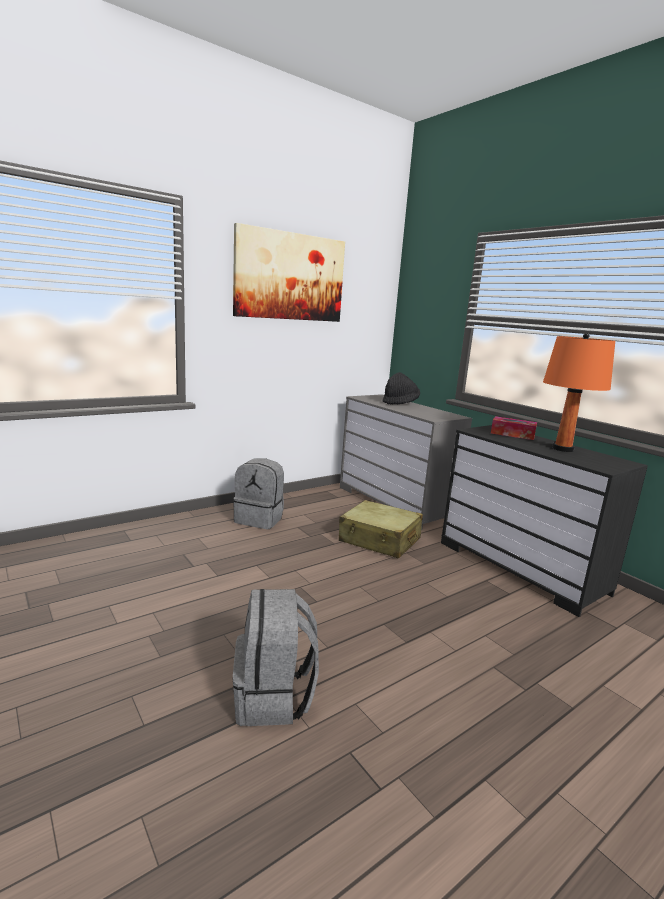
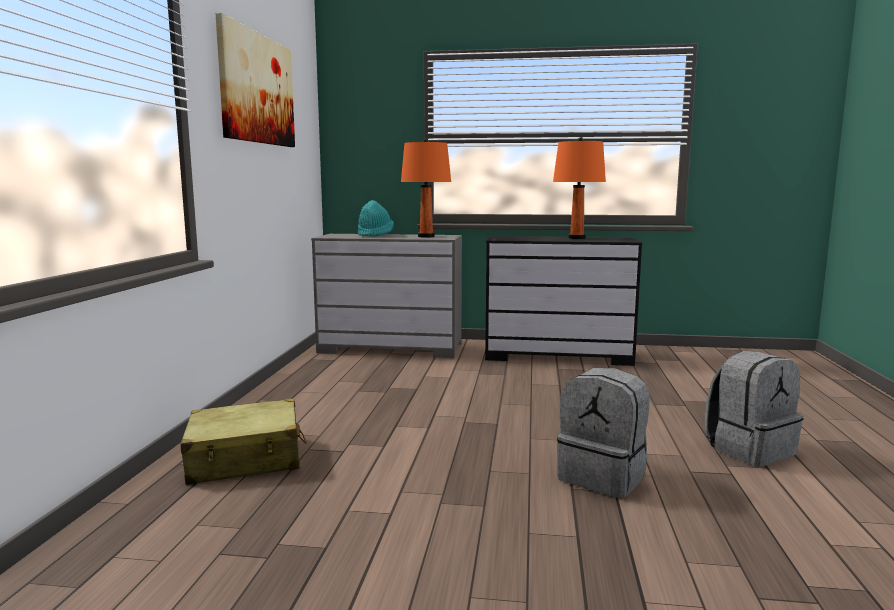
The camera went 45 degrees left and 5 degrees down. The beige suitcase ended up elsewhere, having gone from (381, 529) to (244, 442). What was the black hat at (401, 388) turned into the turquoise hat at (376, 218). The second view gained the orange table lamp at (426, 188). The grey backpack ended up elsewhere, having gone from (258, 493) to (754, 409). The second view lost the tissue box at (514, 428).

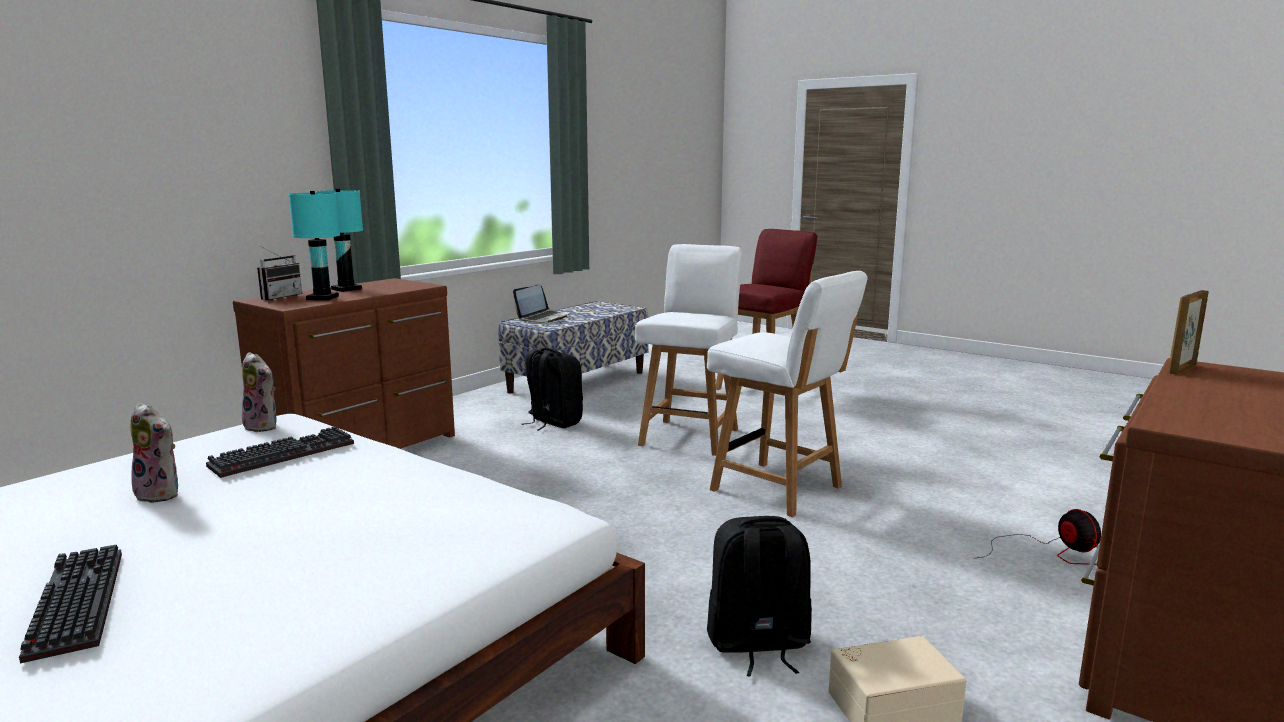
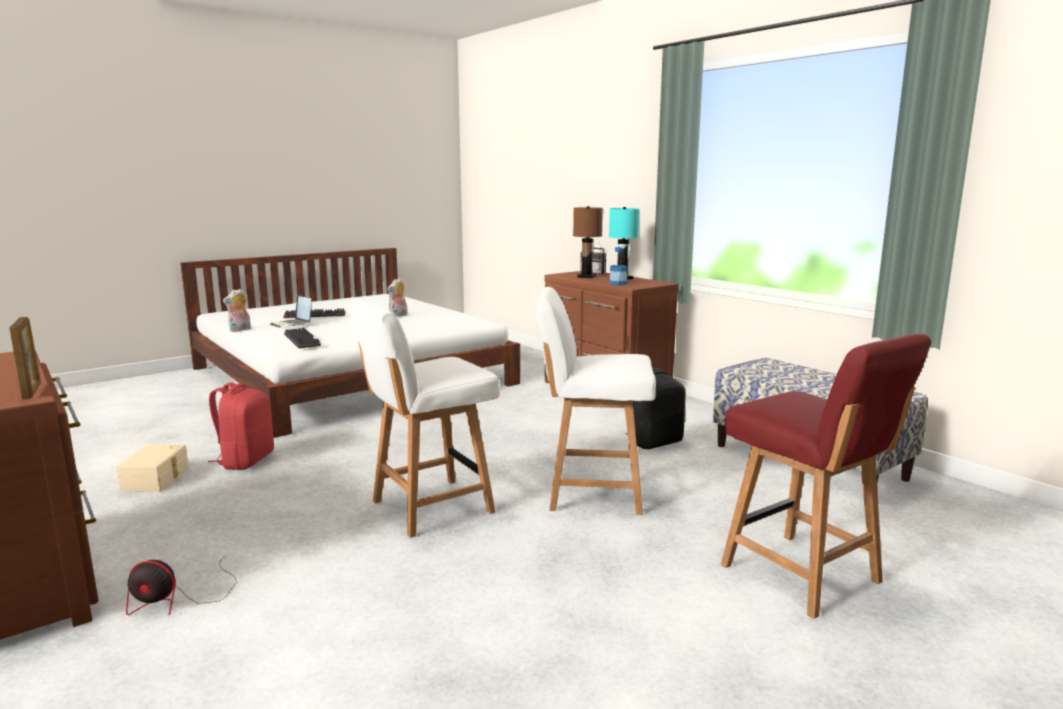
The camera went 105 degrees right and 0 degrees up. What was the black backpack at (759, 596) turned into the red backpack at (241, 426). The plush toy ended up elsewhere, having gone from (260, 392) to (237, 310). The laptop ended up elsewhere, having gone from (541, 304) to (291, 310). The keyboard ended up elsewhere, having gone from (280, 452) to (302, 338). The white chair at (688, 350) ended up facing another way, 150 degrees clockwise from before. What was the turquoise table lamp at (314, 245) turned into the brown table lamp at (588, 242). The second view gained the bottle at (618, 266).

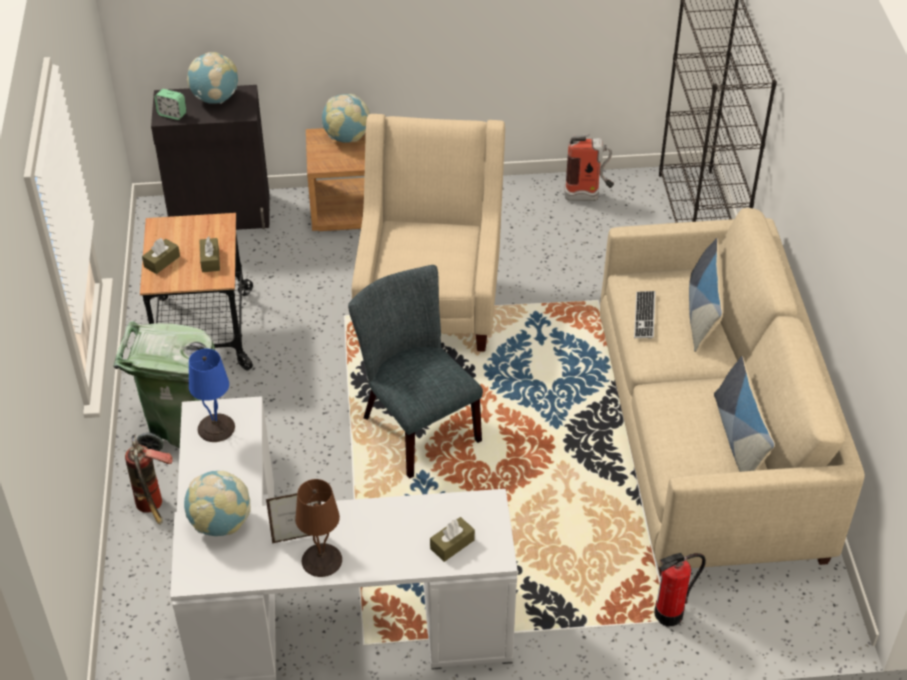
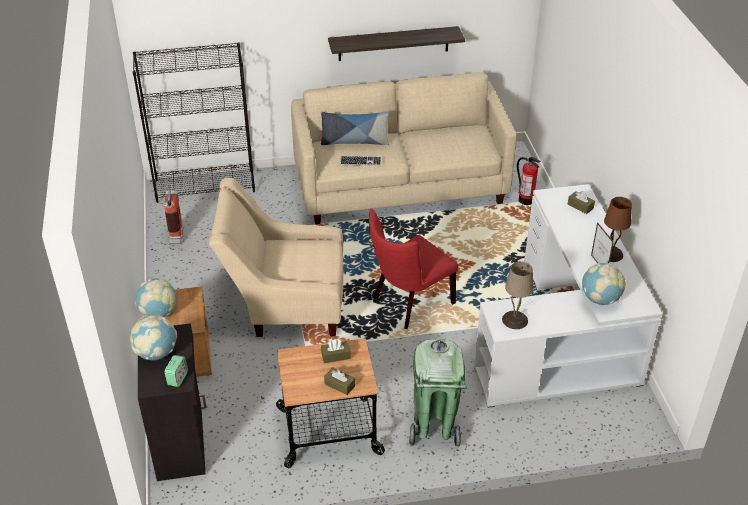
The camera went 95 degrees left and 5 degrees down. The second view gained the shelf at (396, 43). What was the grey chair at (415, 372) turned into the red chair at (413, 268). What was the blue table lamp at (212, 395) turned into the beige table lamp at (517, 295). The second view lost the fire extinguisher at (148, 480). The second view lost the pillow at (744, 414).

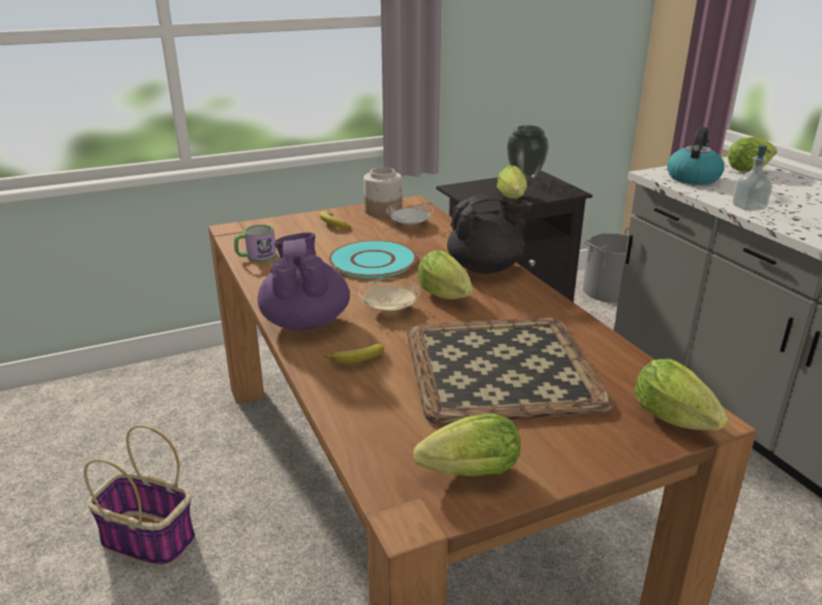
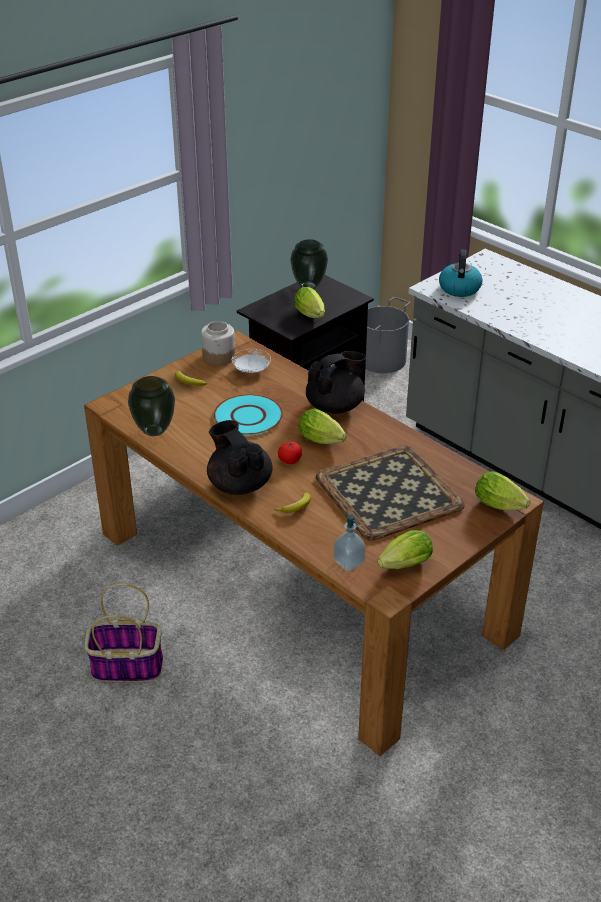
The camera went 20 degrees left and 10 degrees up. Where the mug stood at (255, 243), the vase came to stand at (151, 406). What was the purple teapot at (304, 281) turned into the black teapot at (240, 457). Where the beige plate stood at (389, 294), the tomato came to stand at (290, 452). The soap dispenser ended up elsewhere, having gone from (752, 178) to (350, 542). The second view lost the lettuce at (752, 154).

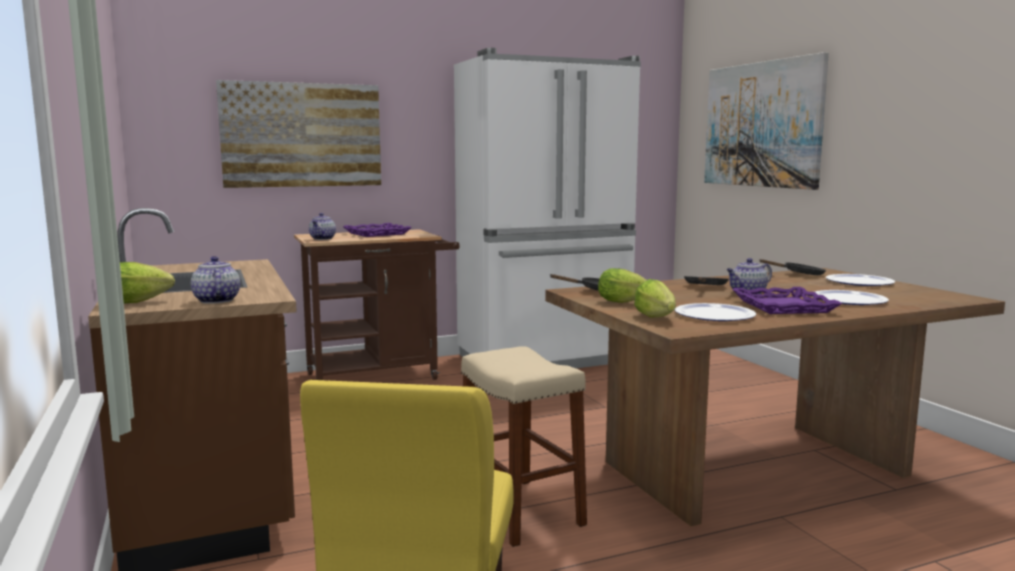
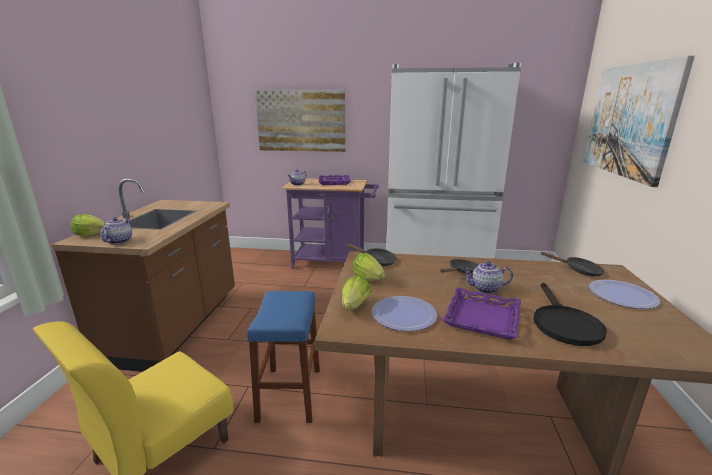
The camera went 30 degrees right and 10 degrees up. What was the beige stool at (524, 446) turned into the blue stool at (283, 357). What was the brown cart at (377, 304) turned into the purple cart at (330, 223). Where the plate stood at (850, 297), the black frying pan came to stand at (570, 314).

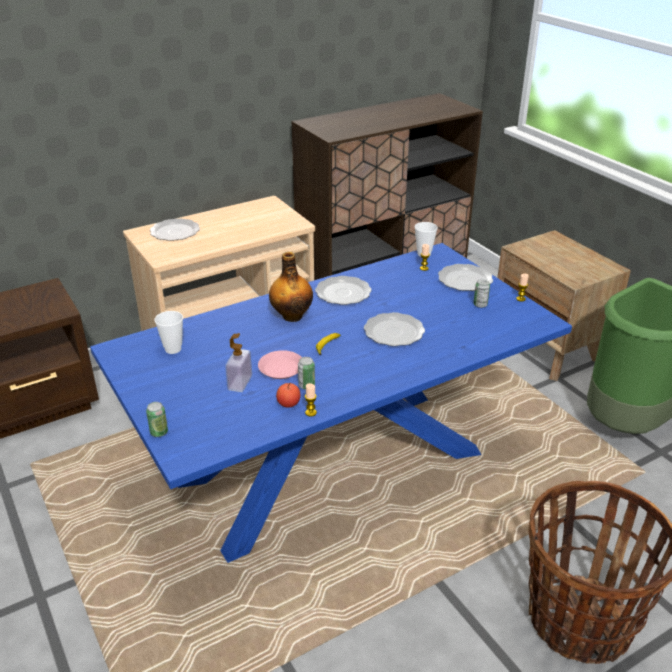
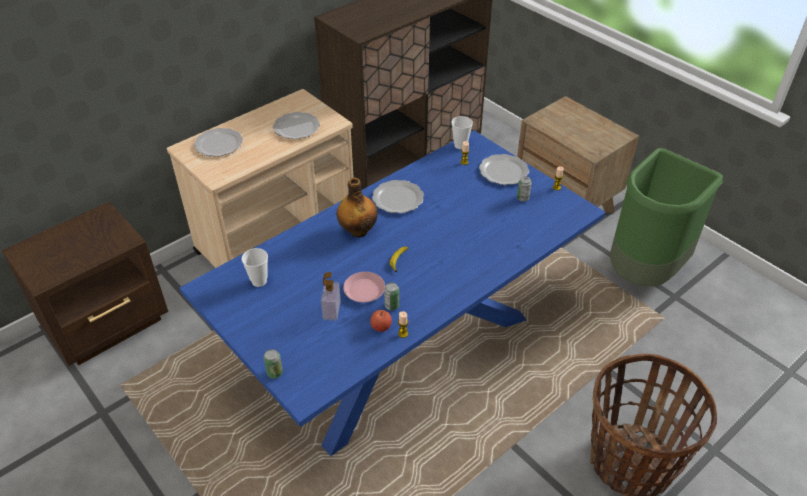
The camera went 10 degrees left and 10 degrees up. The plate ended up elsewhere, having gone from (394, 329) to (296, 125).

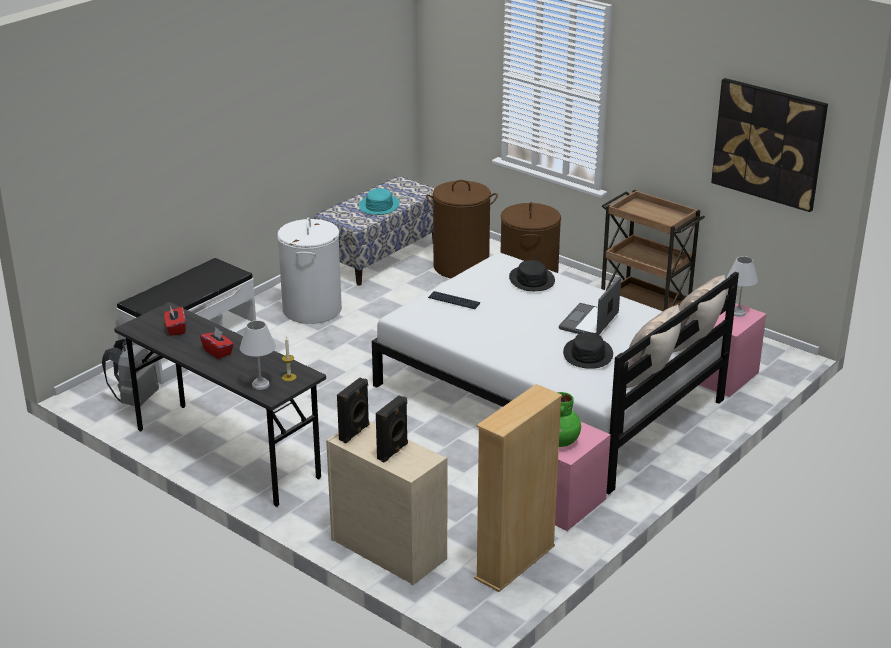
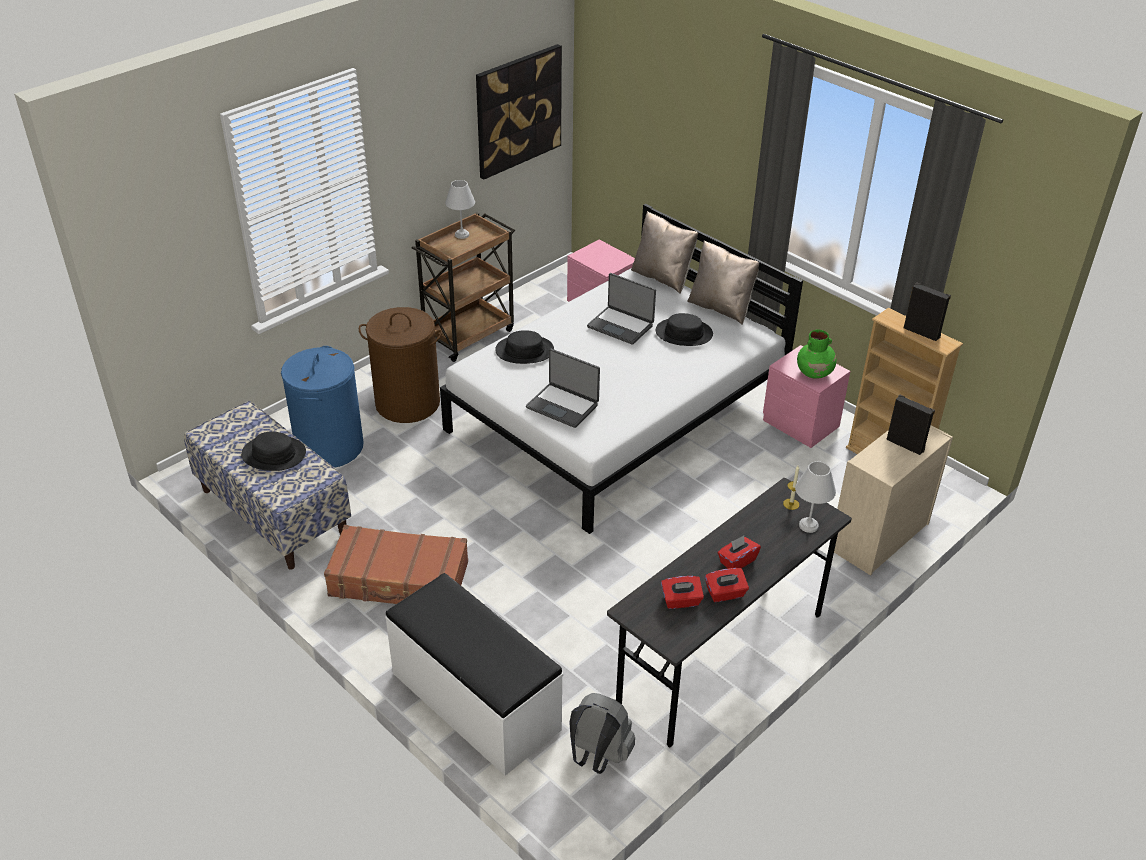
The camera went 85 degrees left and 10 degrees up. What was the turquoise hat at (379, 201) turned into the black hat at (273, 451). What was the brown laundry basket at (462, 229) turned into the blue laundry basket at (322, 407). Where the white laundry basket stood at (309, 271), the brown suitcase came to stand at (396, 564). The white table lamp ended up elsewhere, having gone from (742, 286) to (460, 209). Where the keyboard stood at (454, 300), the laptop came to stand at (563, 388). The second view gained the red tissue box at (727, 585). The black speaker ended up elsewhere, having gone from (353, 410) to (927, 311).

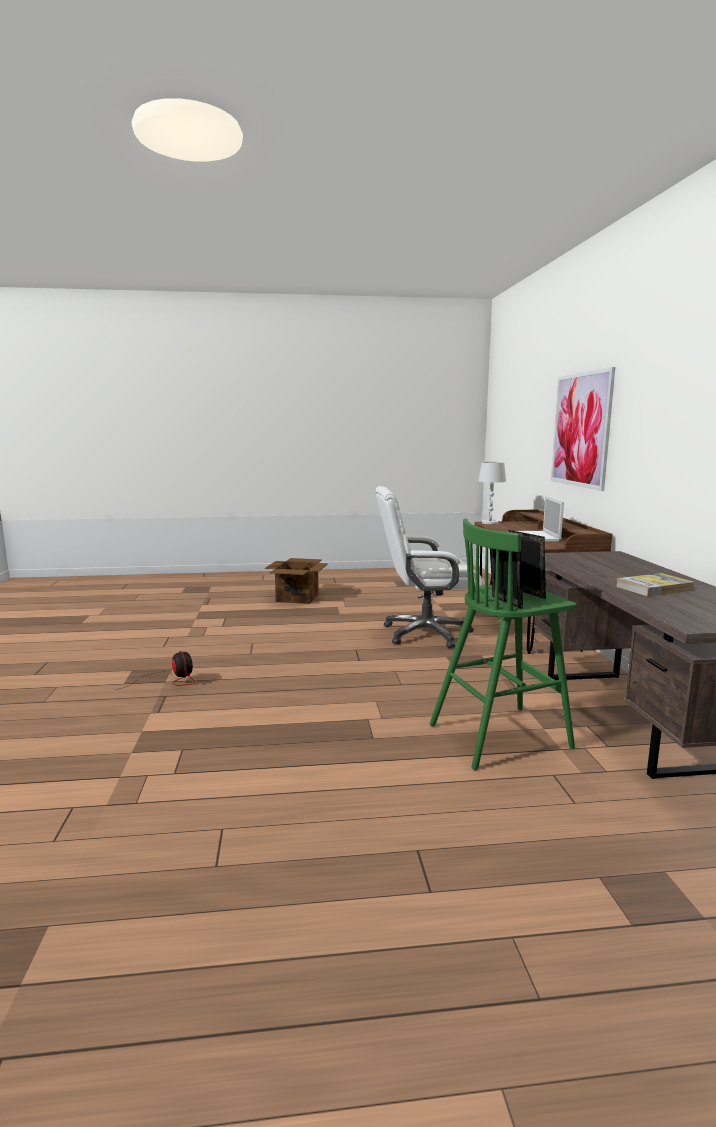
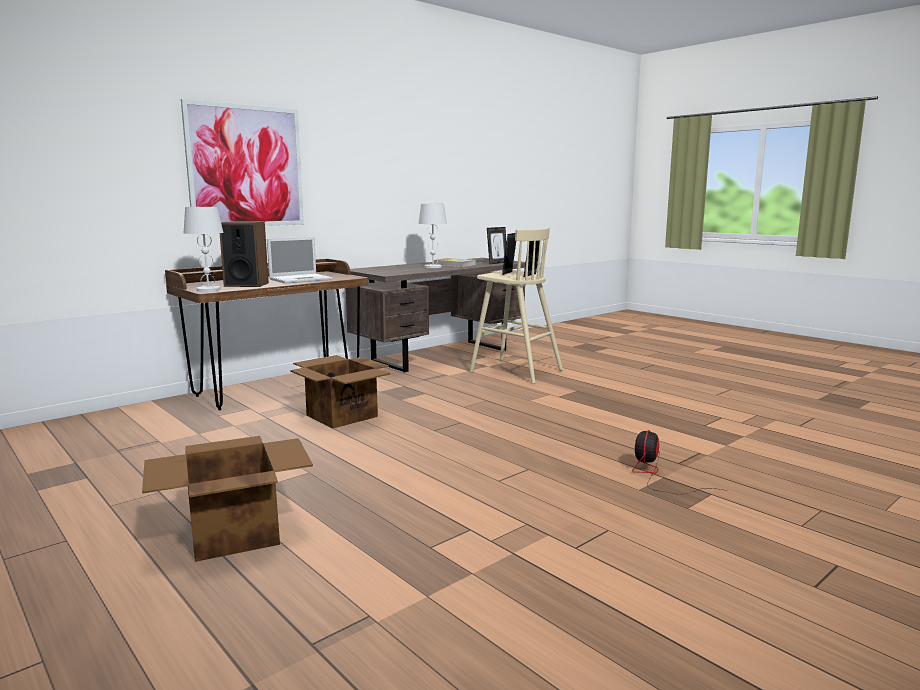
The camera went 125 degrees left and 0 degrees up. The second view gained the speaker at (244, 254). Where the white office chair stood at (429, 567), the cardboard box came to stand at (340, 392). The second view gained the white table lamp at (432, 236). What was the green stool at (503, 644) turned into the beige stool at (516, 305). The second view gained the picture frame at (496, 245).

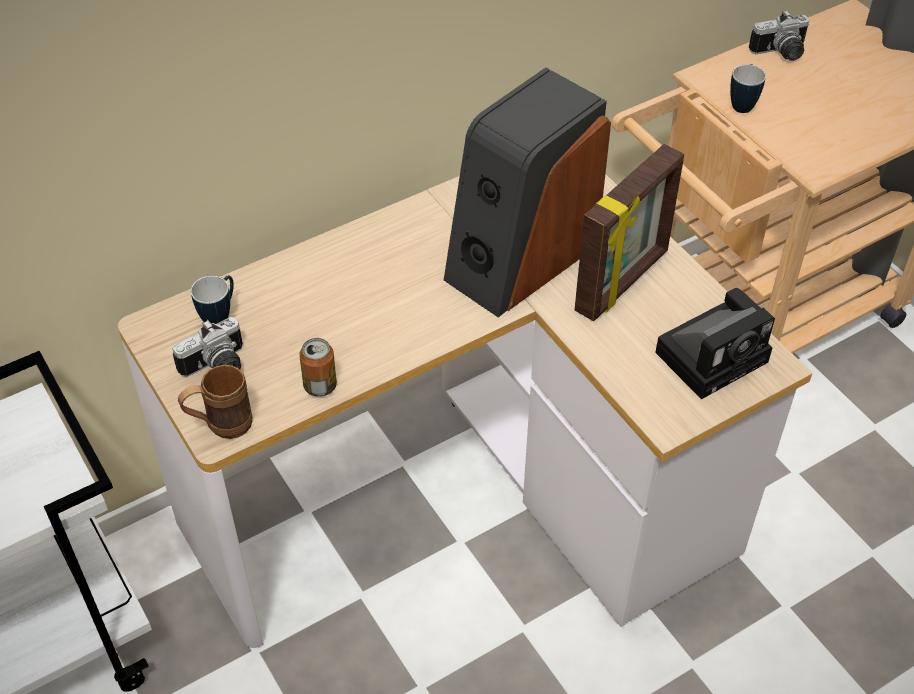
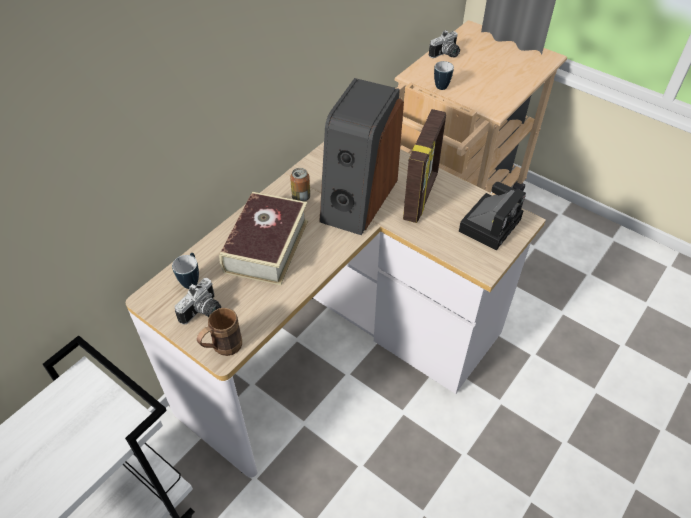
The camera went 20 degrees left and 0 degrees up. The second view gained the book at (263, 238). The can ended up elsewhere, having gone from (318, 367) to (300, 185).

